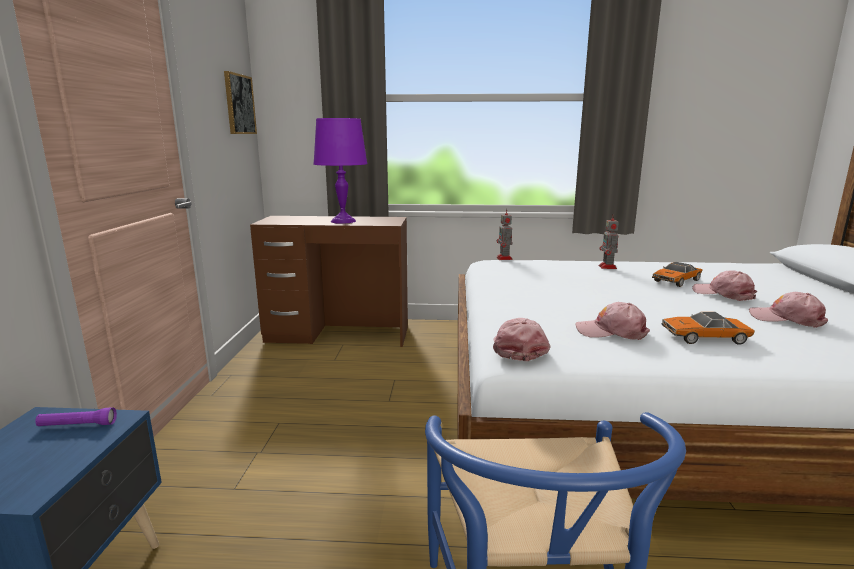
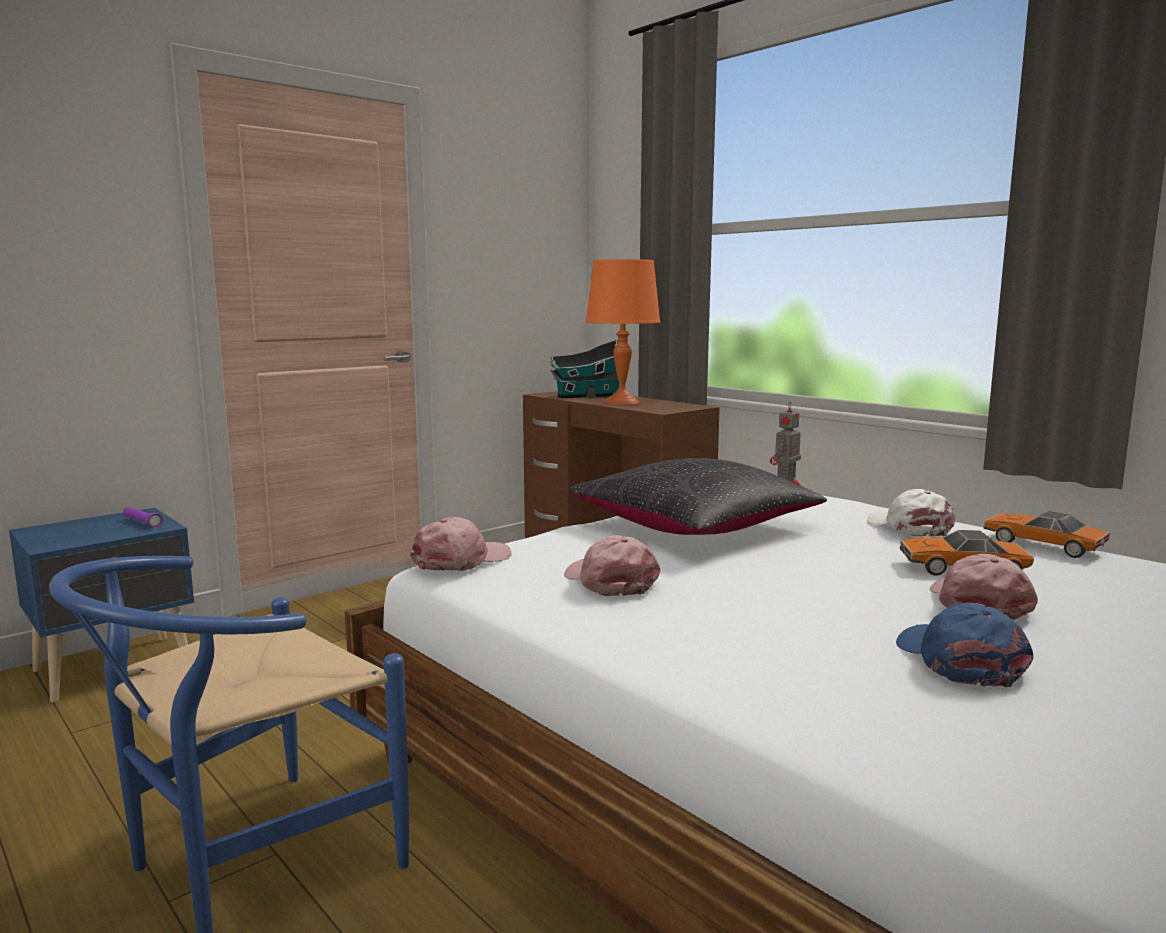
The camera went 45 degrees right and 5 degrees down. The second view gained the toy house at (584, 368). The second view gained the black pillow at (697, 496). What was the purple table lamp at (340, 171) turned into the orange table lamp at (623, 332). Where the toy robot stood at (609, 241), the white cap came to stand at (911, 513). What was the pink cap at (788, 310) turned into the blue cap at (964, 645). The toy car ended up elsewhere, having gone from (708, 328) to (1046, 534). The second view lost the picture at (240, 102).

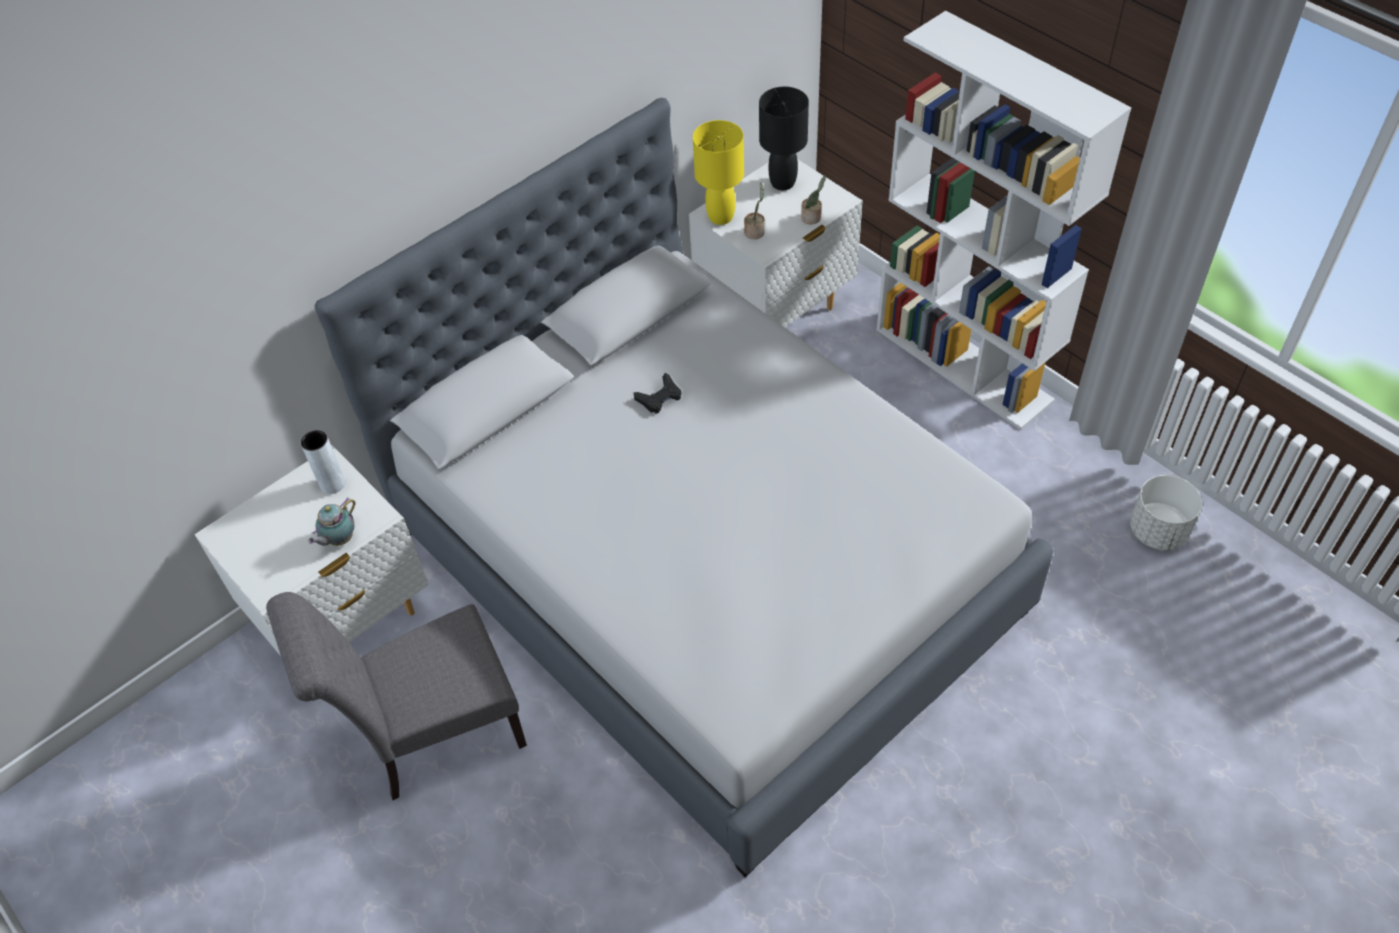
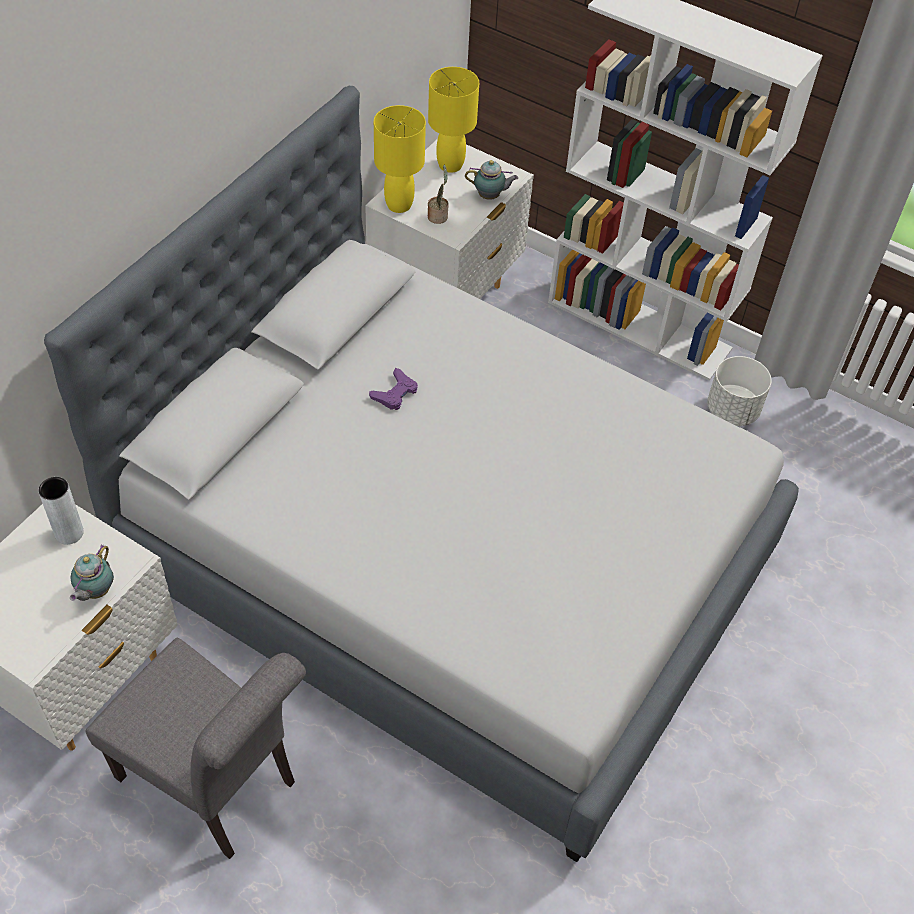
The camera went 20 degrees left and 0 degrees up. The grey chair at (396, 696) ended up facing another way, 105 degrees counterclockwise from before. What was the black game controller at (658, 393) turned into the purple game controller at (393, 389). What was the black table lamp at (784, 138) turned into the yellow table lamp at (453, 120). Where the potted plant stood at (813, 199), the teapot came to stand at (491, 180). The white planter ended up elsewhere, having gone from (1166, 512) to (739, 391).

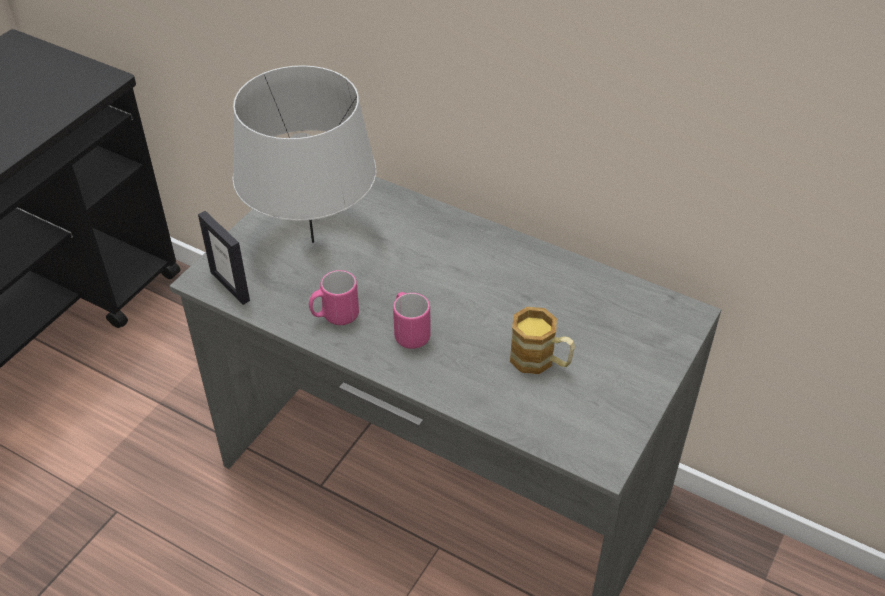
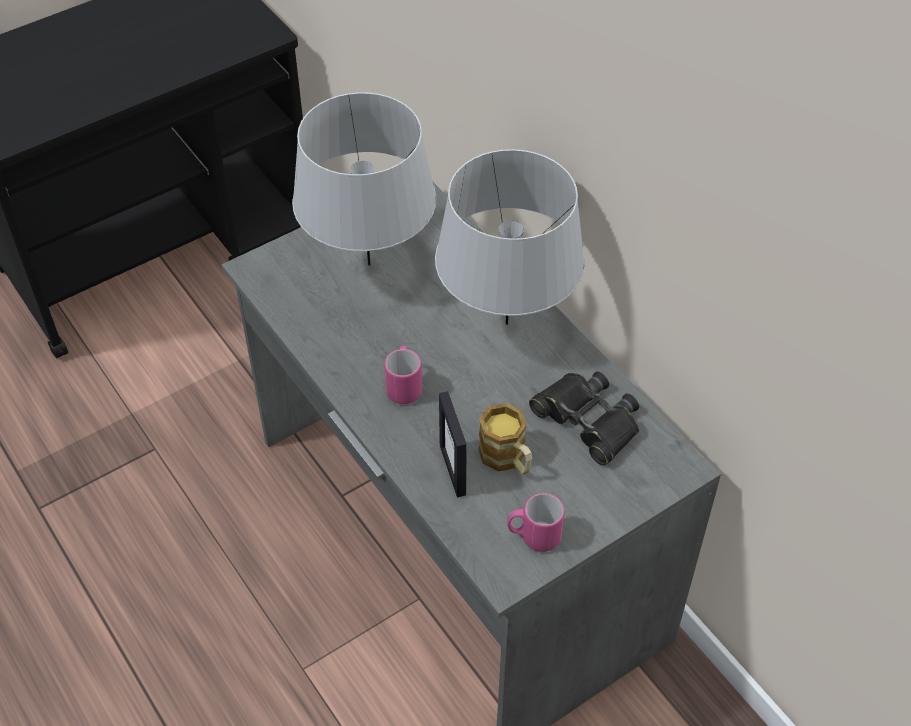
The camera went 25 degrees right and 5 degrees up. The second view gained the grey table lamp at (510, 237). The picture frame ended up elsewhere, having gone from (224, 258) to (453, 444). The pink mug ended up elsewhere, having gone from (334, 297) to (536, 522). The second view gained the black binoculars at (584, 418).

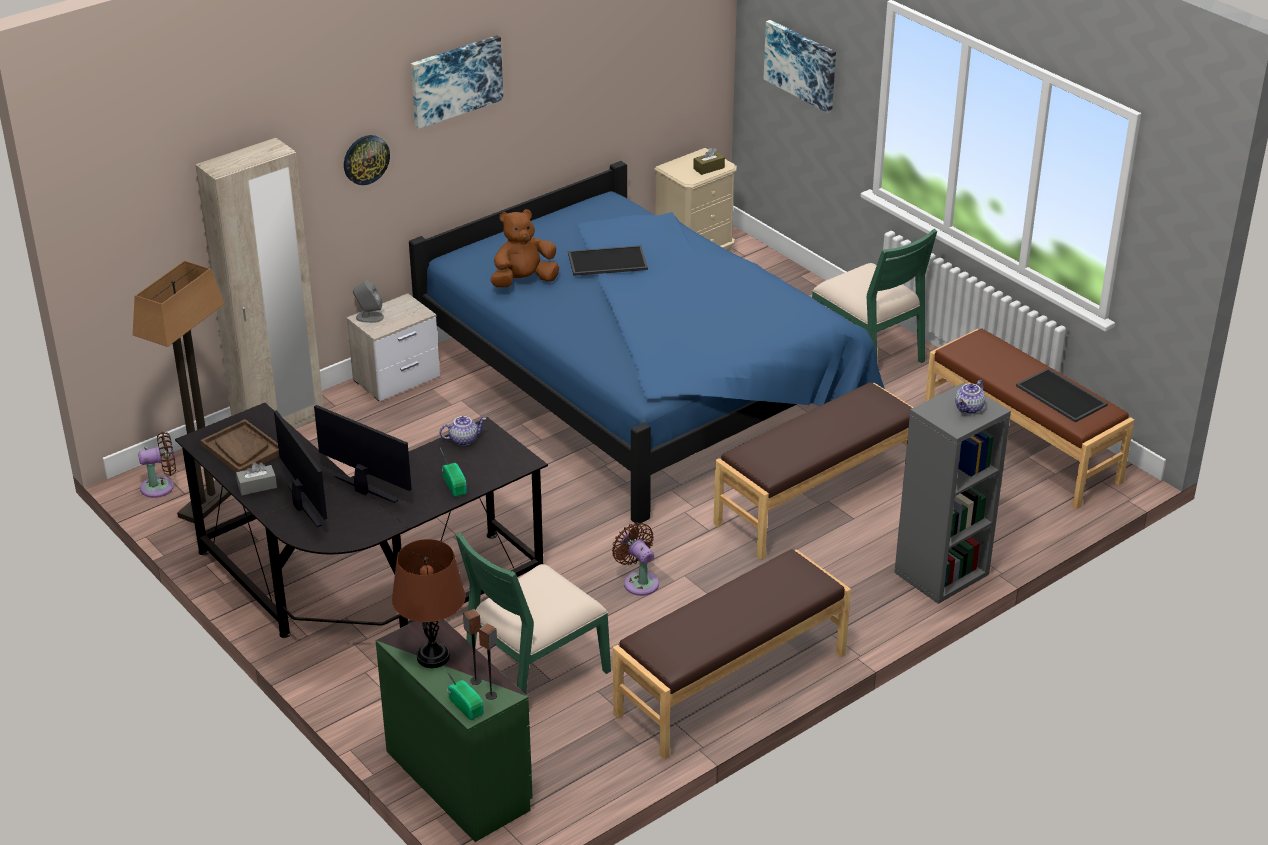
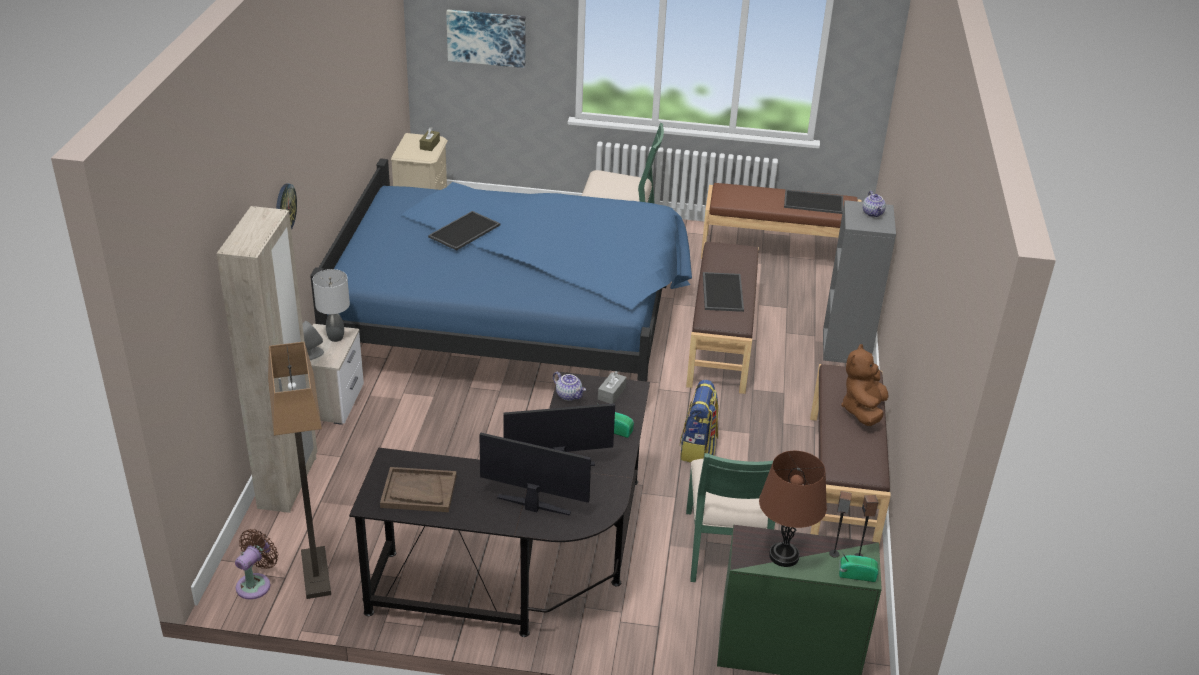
The camera went 45 degrees left and 0 degrees up. The second view gained the grey table lamp at (331, 305). The teapot at (463, 431) ended up facing another way, 105 degrees clockwise from before. The grey tissue box ended up elsewhere, having gone from (256, 478) to (612, 387). Where the brown fan stood at (635, 559), the backpack came to stand at (699, 421). The second view gained the tray at (723, 292). The brown plush toy ended up elsewhere, having gone from (524, 248) to (865, 385). The second view lost the picture at (457, 82).

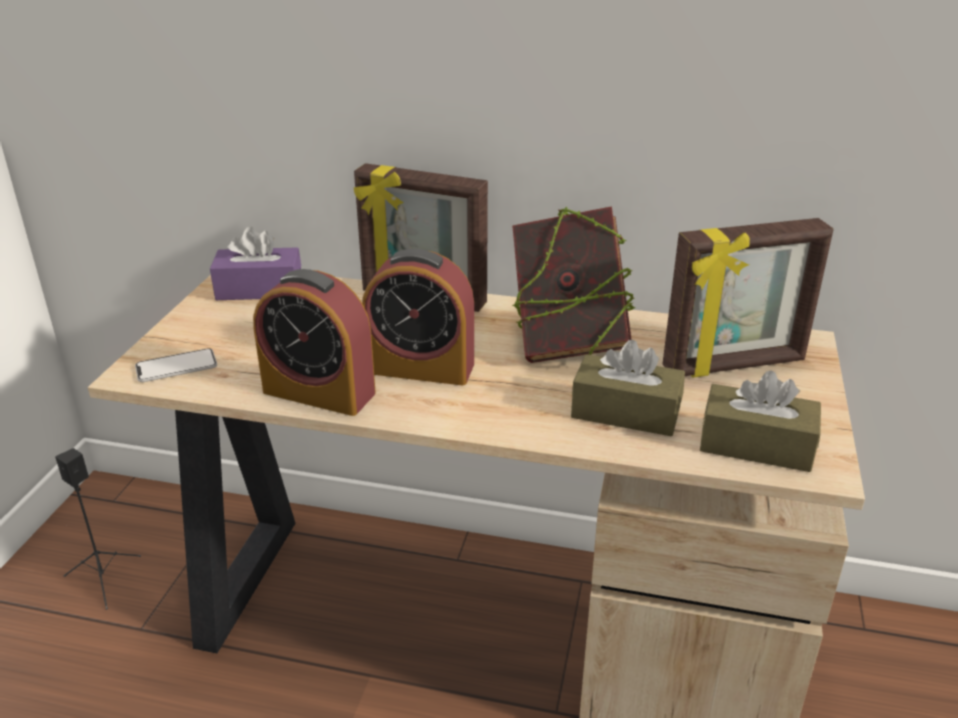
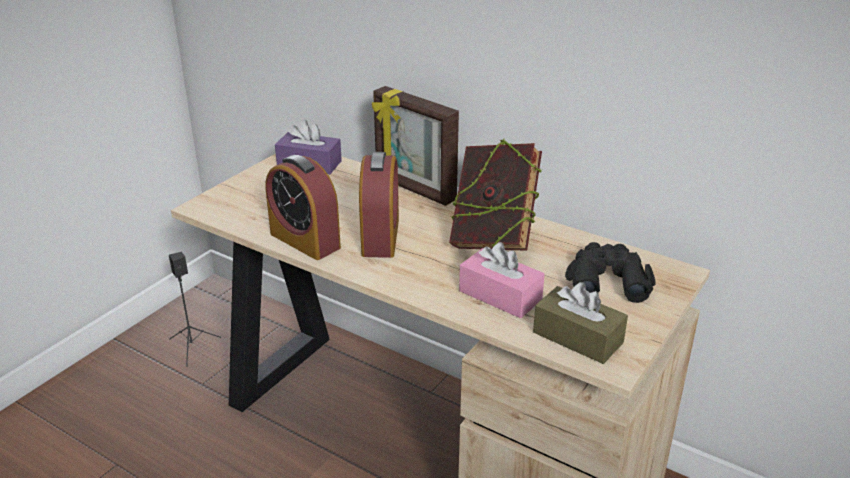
The camera went 20 degrees right and 0 degrees up. The alarm clock at (418, 317) ended up facing another way, 120 degrees counterclockwise from before. What was the brown tissue box at (628, 388) turned into the pink tissue box at (502, 280). Where the picture frame stood at (748, 298), the black binoculars came to stand at (610, 272). The second view lost the phone at (176, 365).

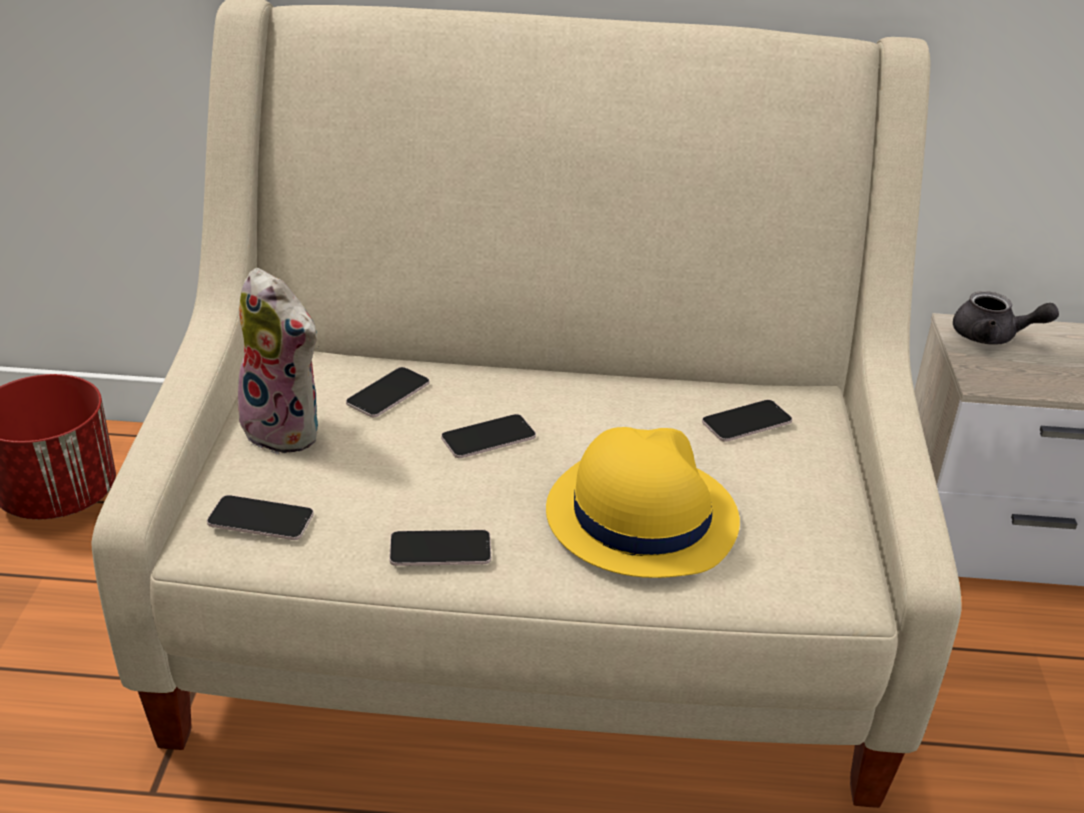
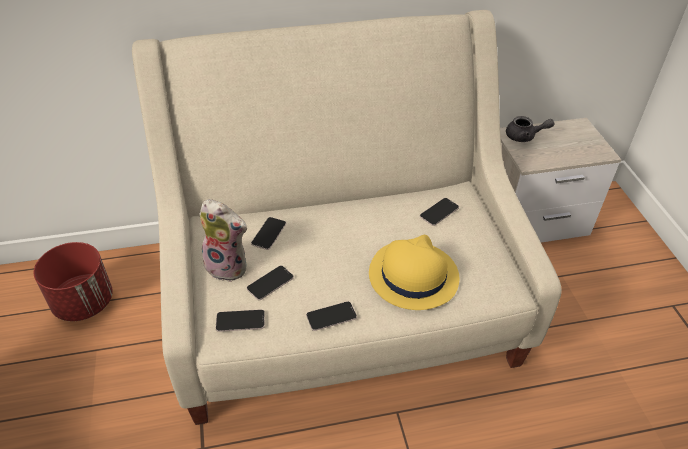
The camera went 15 degrees left and 10 degrees up. The phone ended up elsewhere, having gone from (488, 436) to (270, 283).

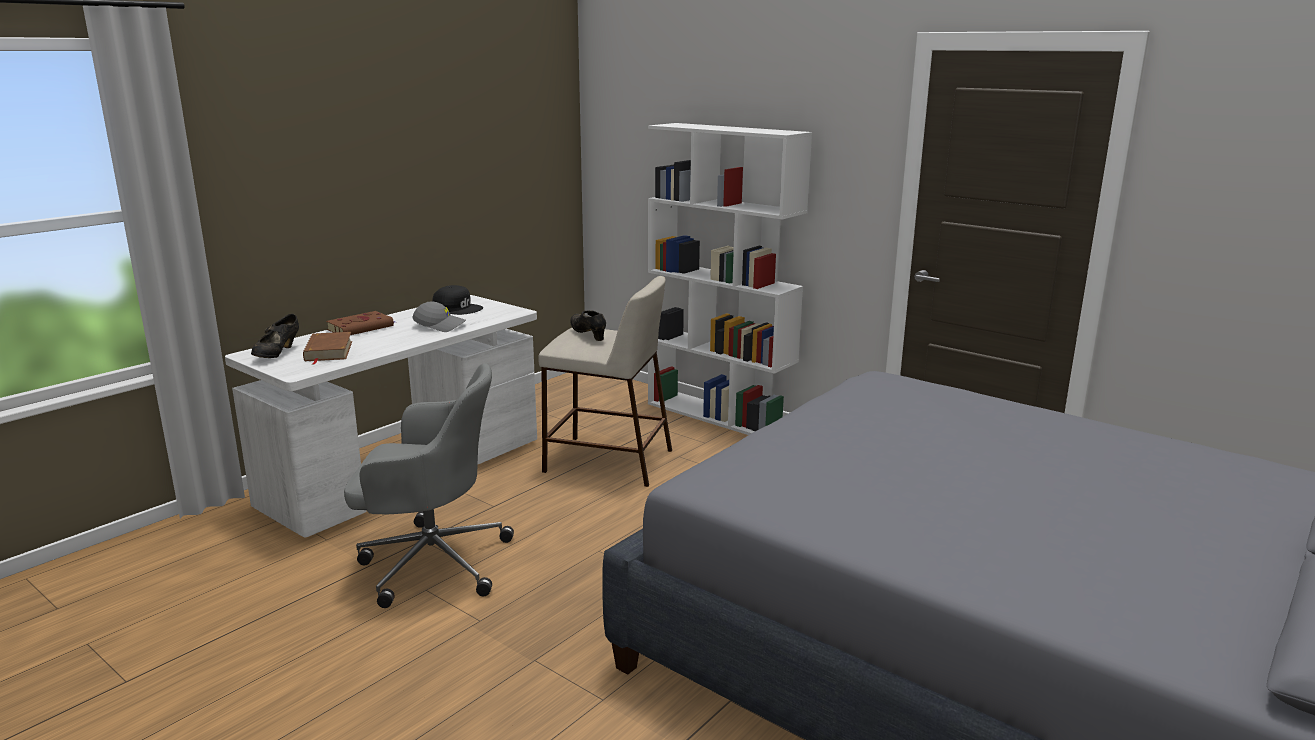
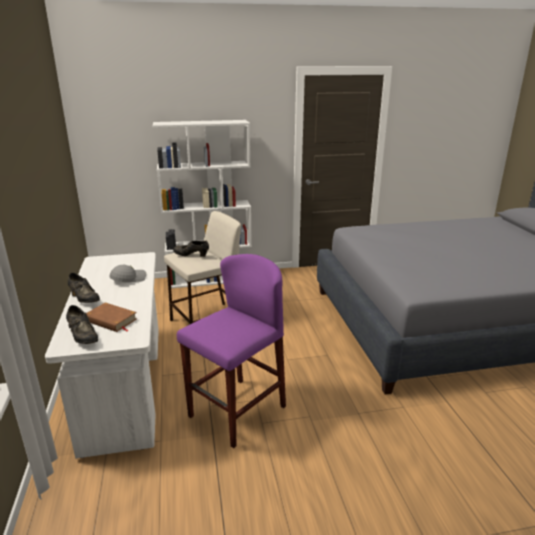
The camera went 50 degrees left and 5 degrees up. Where the brown book stood at (360, 323), the black shoe came to stand at (84, 288). Where the grey office chair stood at (429, 485), the purple stool came to stand at (231, 351). The second view lost the black cap at (457, 300).

